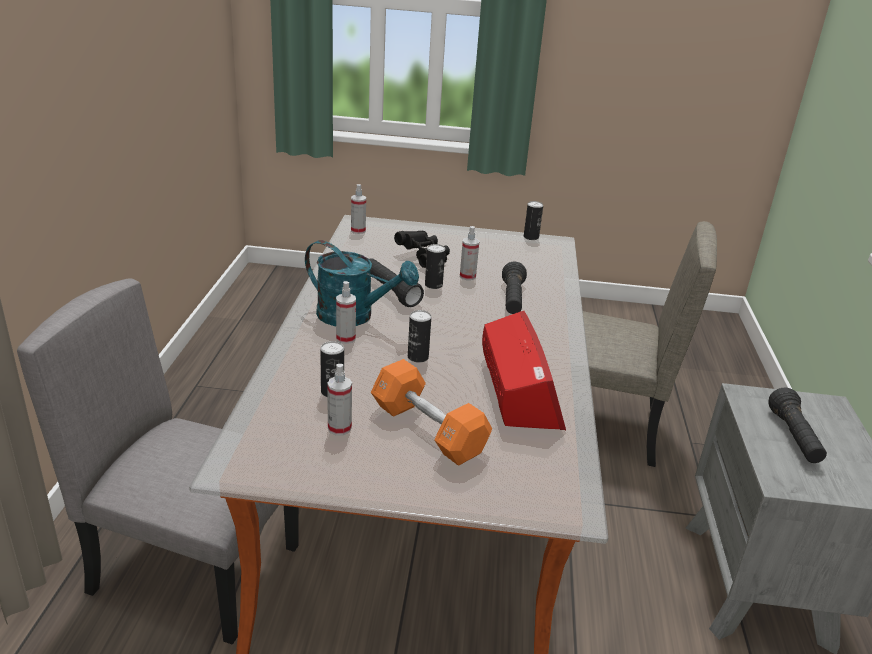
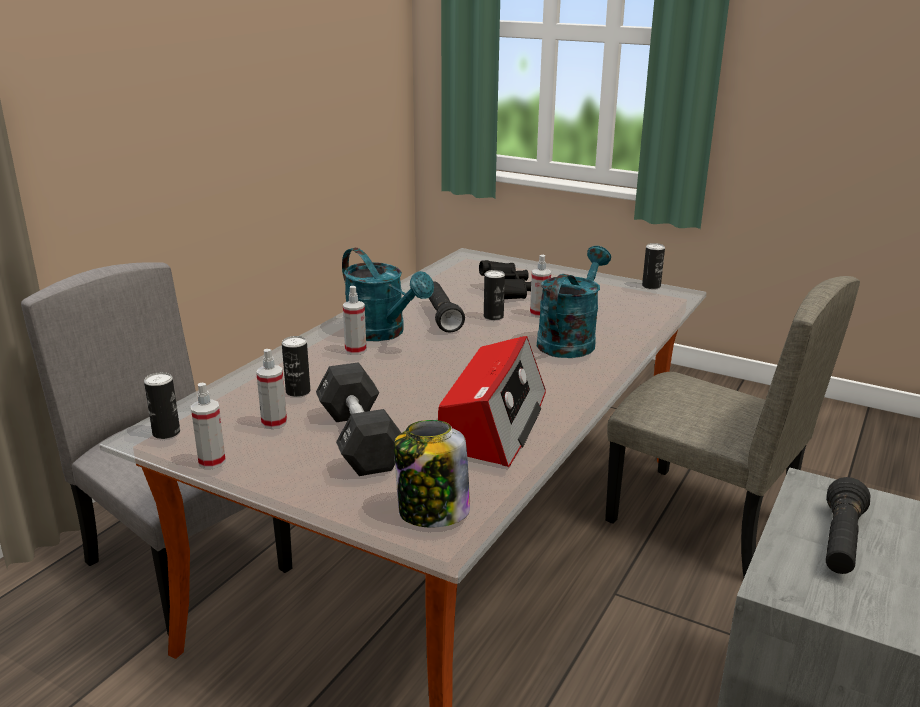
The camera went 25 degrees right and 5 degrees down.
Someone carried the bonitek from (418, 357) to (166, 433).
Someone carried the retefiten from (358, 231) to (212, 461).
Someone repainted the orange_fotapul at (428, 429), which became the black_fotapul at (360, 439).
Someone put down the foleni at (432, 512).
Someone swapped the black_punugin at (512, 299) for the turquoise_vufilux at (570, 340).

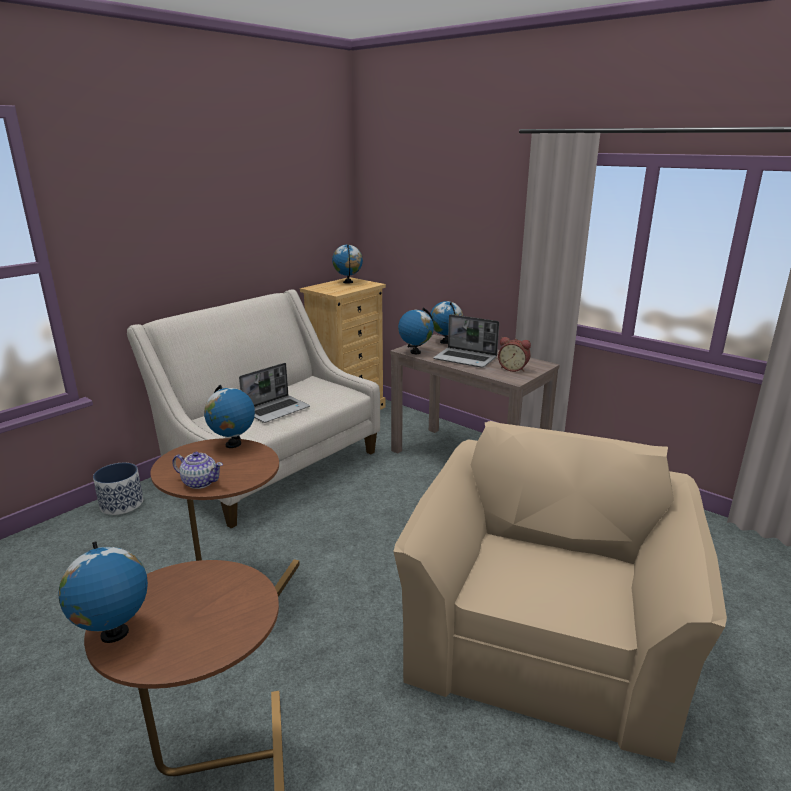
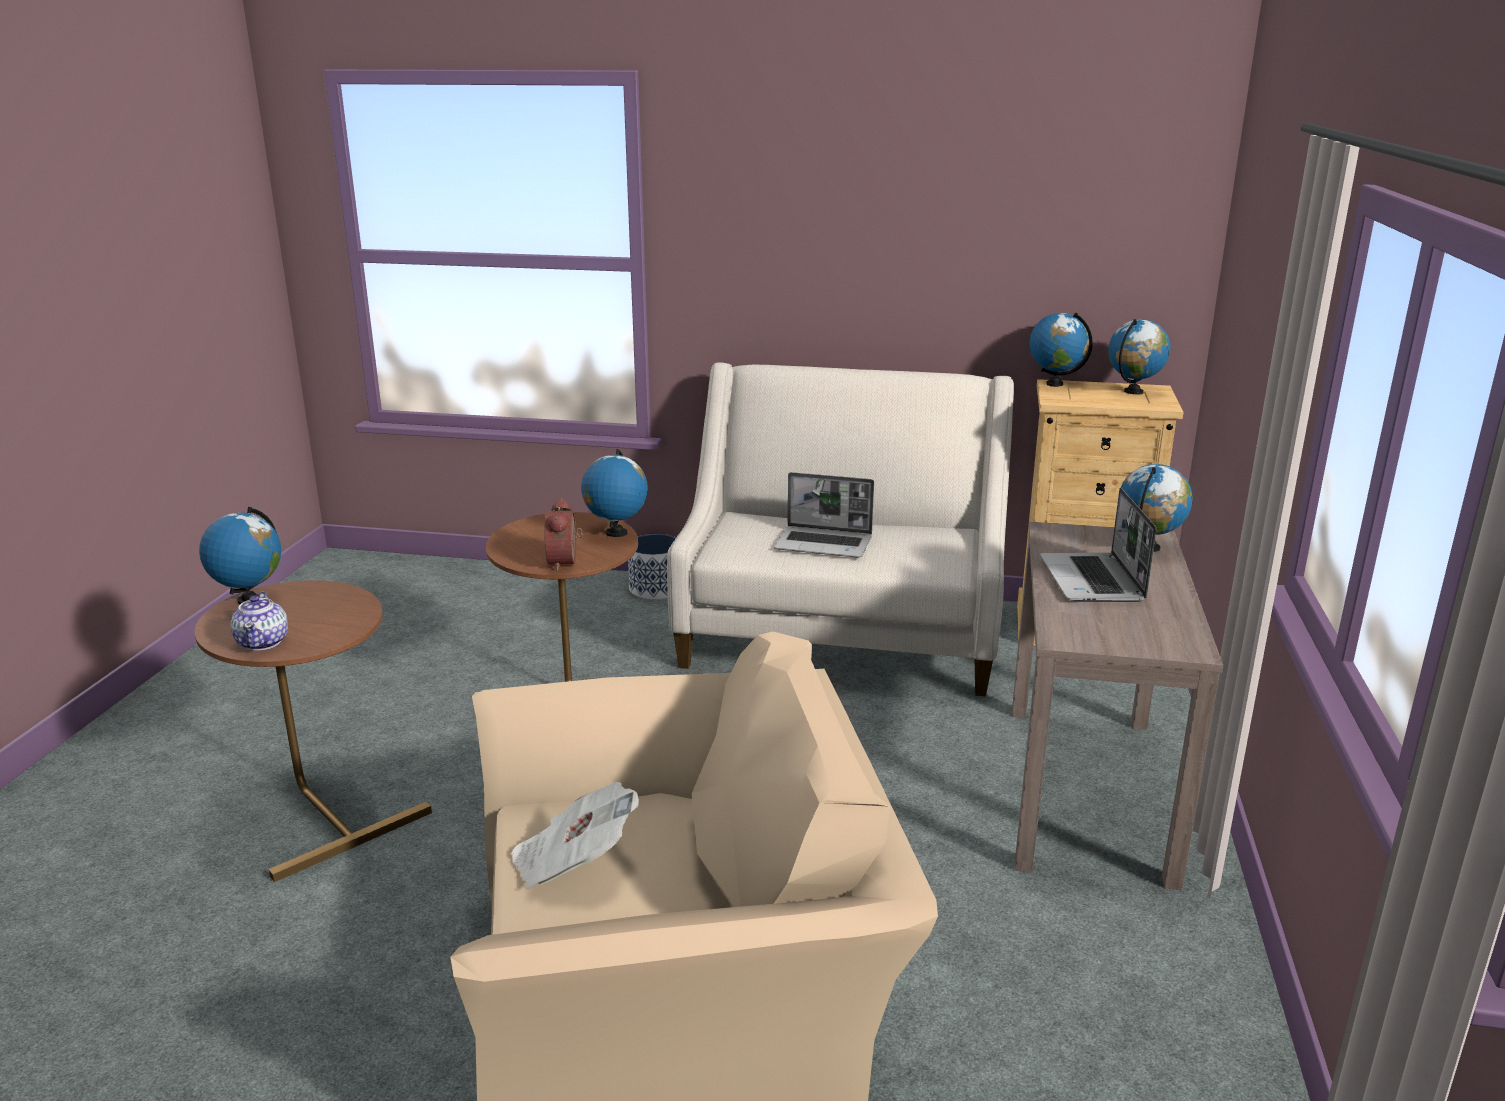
The camera went 60 degrees right and 0 degrees up.
Someone carried the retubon from (200, 482) to (263, 642).
Someone put down the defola at (573, 862).
Someone carried the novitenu from (513, 368) to (566, 562).
Someone carried the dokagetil from (415, 352) to (1054, 384).

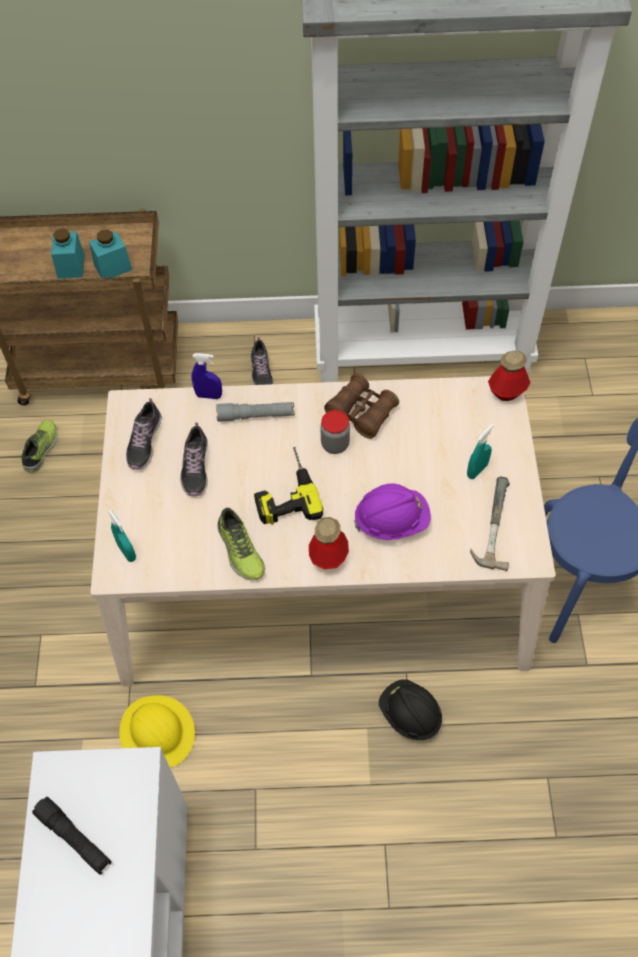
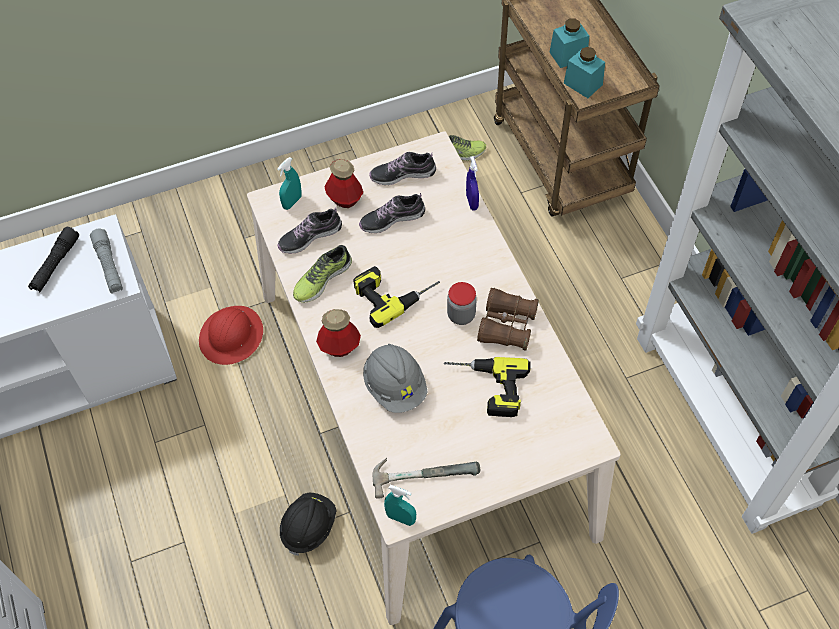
The camera went 70 degrees right and 0 degrees up.
Someone carried the grey_punugin from (256, 415) to (109, 266).
Someone repainted the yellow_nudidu at (157, 732), which became the red_nudidu at (232, 336).
Someone carried the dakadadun from (261, 372) to (310, 237).
Someone carried the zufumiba from (507, 391) to (344, 199).
Someone repainted the purple_nudidu at (392, 521), which became the grey_nudidu at (395, 386).
Someone carried the turquoise_retefiten from (477, 470) to (401, 518).
Someone put down the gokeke at (485, 388).

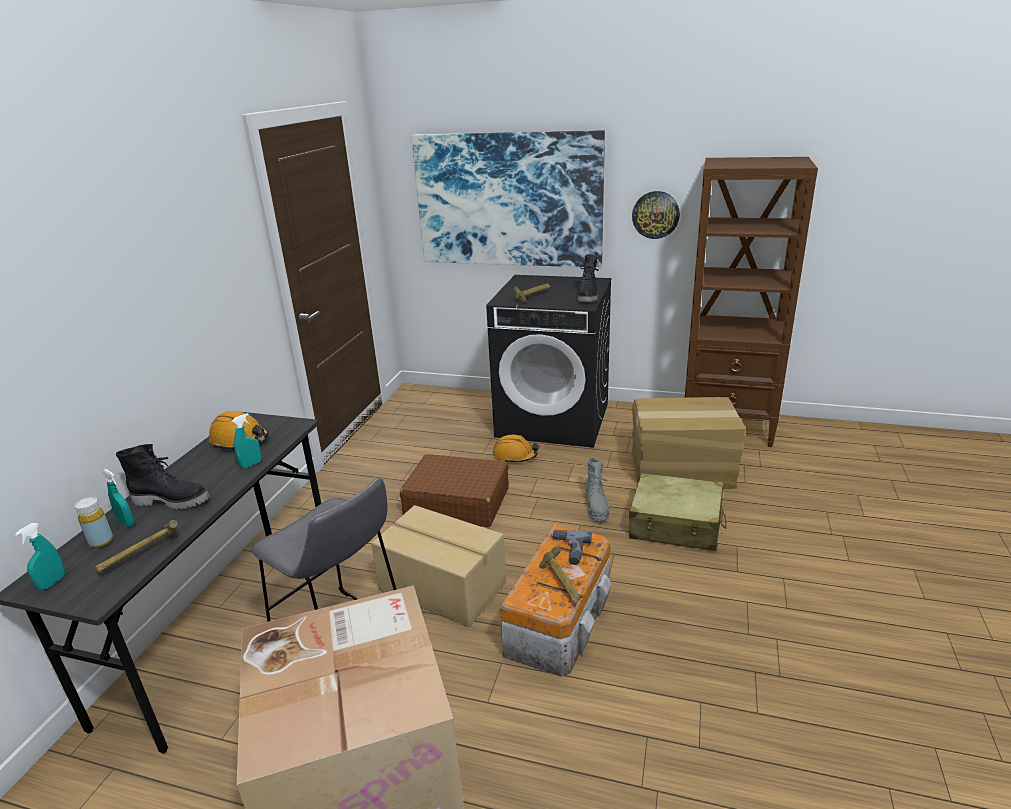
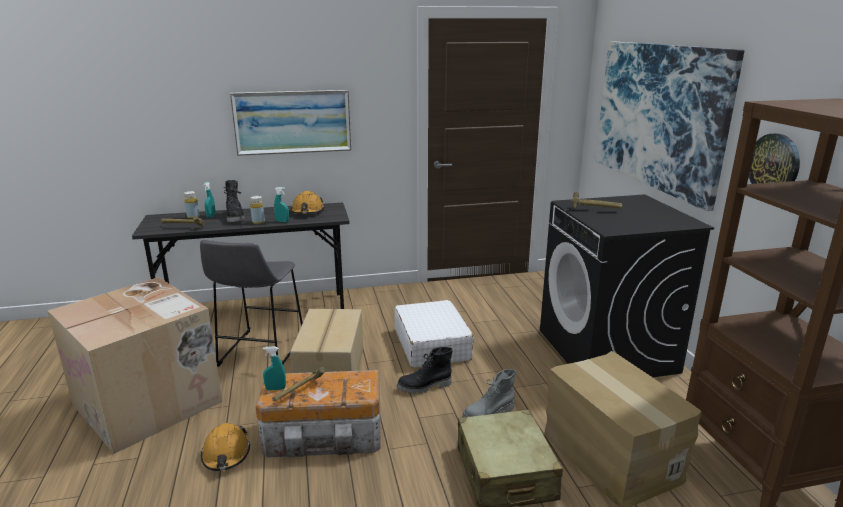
The camera went 60 degrees right and 5 degrees down.
Someone carried the orange_nudidu from (515, 455) to (226, 454).
Someone put up the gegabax at (292, 122).
Someone put down the yellow_zufumiba at (258, 222).
Someone carried the turquoise_retefiten from (52, 583) to (275, 389).
Someone repainted the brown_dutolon at (457, 502), which became the white_dutolon at (432, 344).
Someone carried the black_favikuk from (588, 297) to (424, 387).
Someone took away the gokeke at (568, 550).

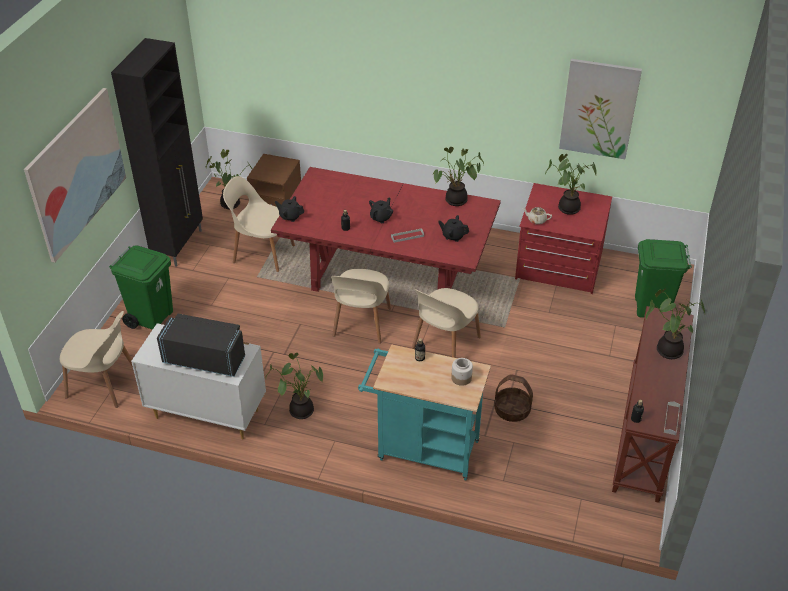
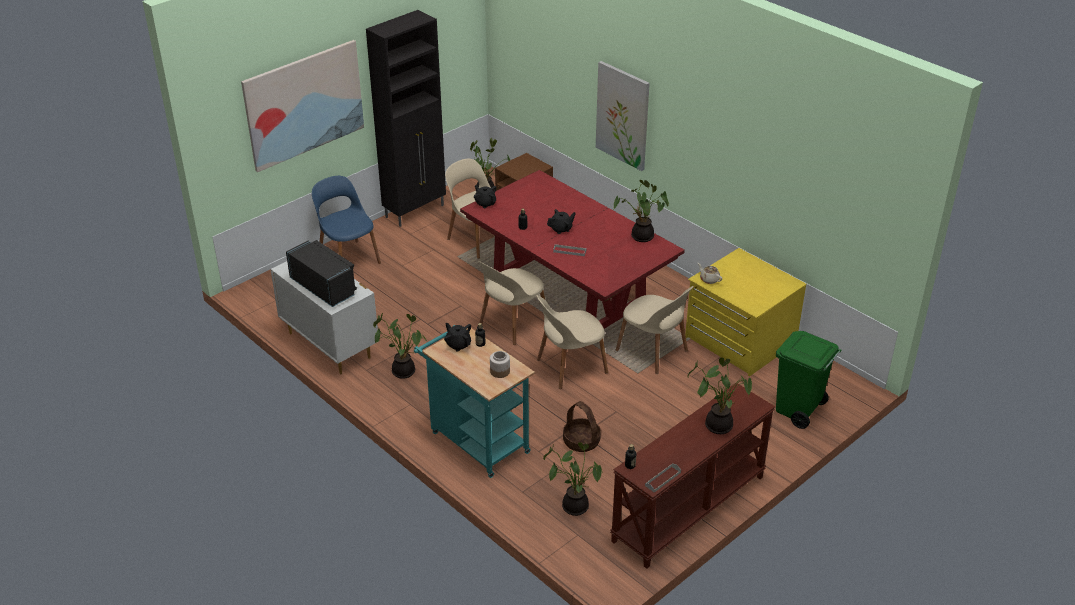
The camera went 30 degrees right and 5 degrees down.
Someone swapped the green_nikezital at (151, 317) for the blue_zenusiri at (348, 258).
Someone carried the black_retubon from (453, 236) to (458, 344).
Someone carried the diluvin from (567, 207) to (575, 505).
Someone carried the gegabax from (599, 109) to (622, 115).
Someone carried the beige_zenusiri from (104, 385) to (653, 352).
Someone repainted the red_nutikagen at (559, 265), which became the yellow_nutikagen at (739, 341).

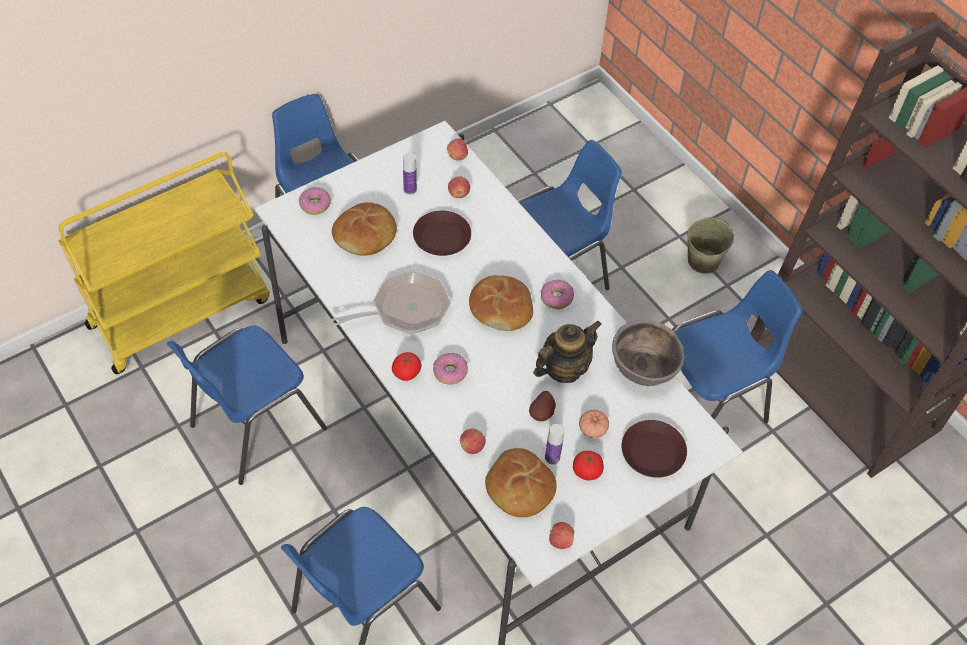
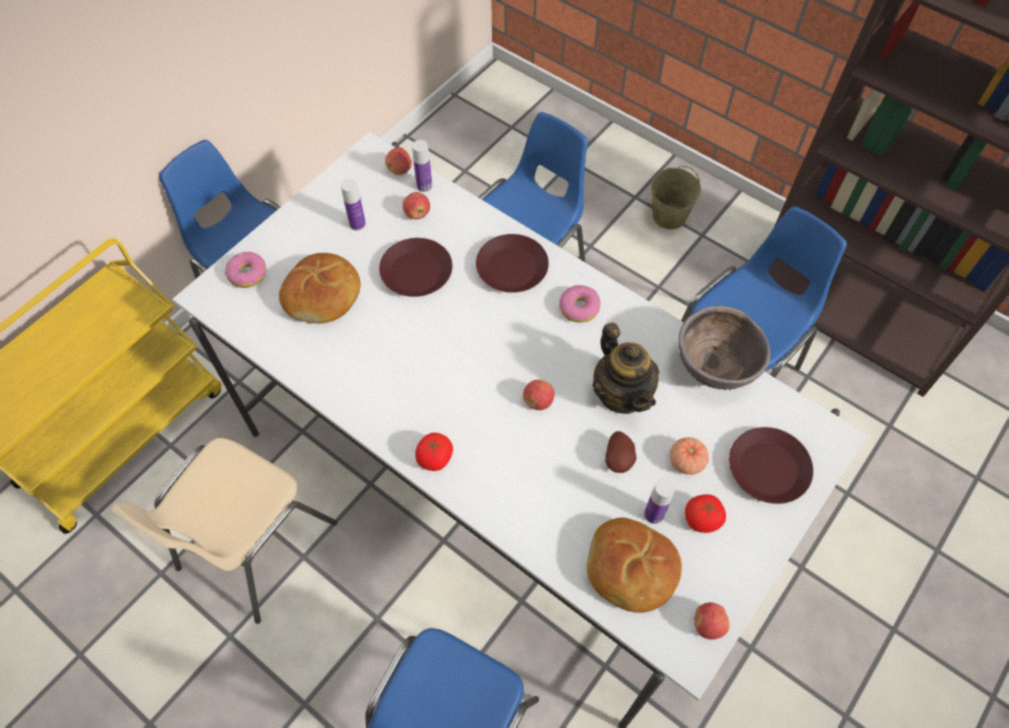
The camera went 15 degrees left and 5 degrees up.
Someone repainted the blue_zenusiri at (254, 428), which became the beige_zenusiri at (253, 547).
Someone put down the zufumiba at (424, 186).
Someone put down the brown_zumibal at (512, 268).
Someone carried the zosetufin from (472, 447) to (538, 401).
Someone rotated the retubon at (563, 368) by 120 degrees clockwise.
Someone took away the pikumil at (404, 310).
Someone took away the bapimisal at (450, 372).
Someone took away the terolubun at (501, 308).

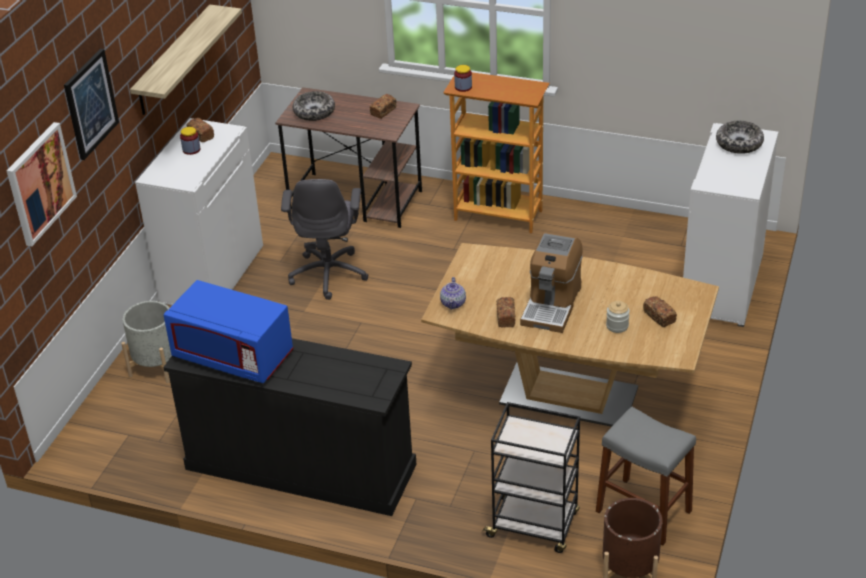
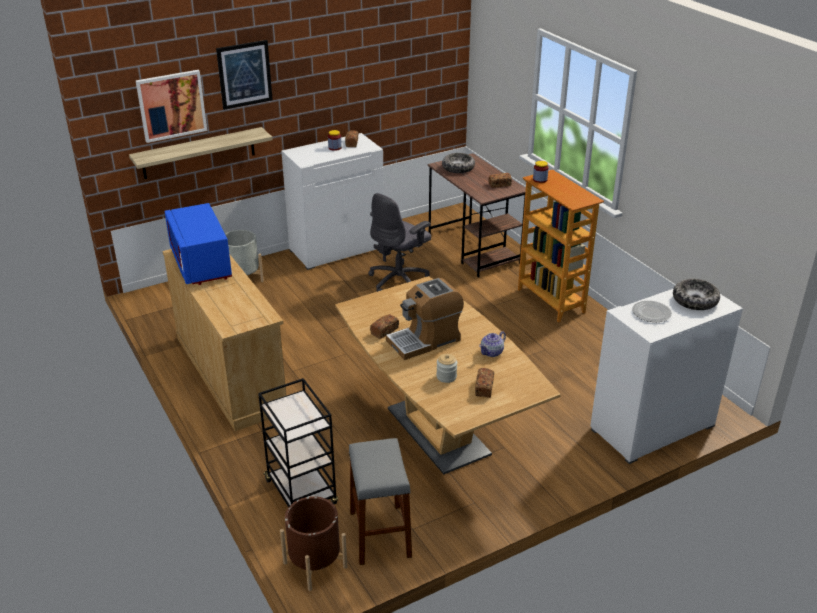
The camera went 40 degrees right and 5 degrees down.
Someone carried the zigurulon from (174, 61) to (198, 153).
Someone repainted the black_nutikagen at (299, 467), which became the beige_nutikagen at (230, 372).
Someone carried the retubon from (453, 303) to (492, 352).
Someone put down the zumibal at (651, 313).

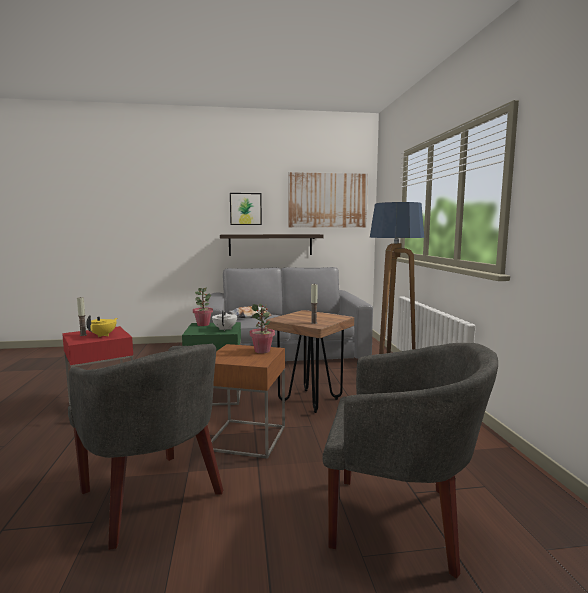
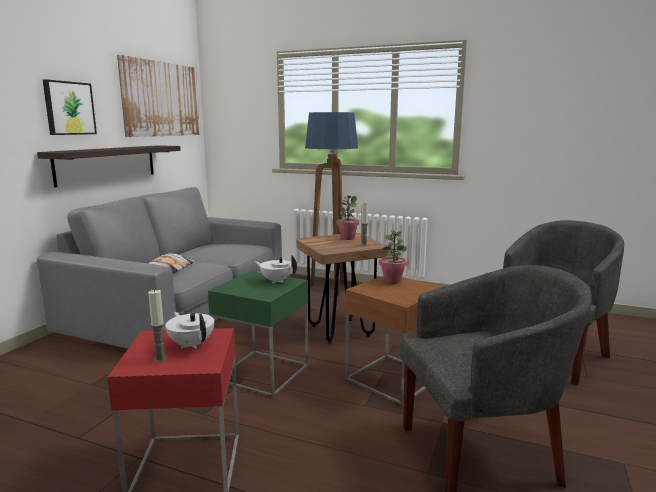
The camera went 60 degrees left and 5 degrees up.
Someone repainted the yellow_retubon at (103, 335), which became the white_retubon at (191, 344).
Someone carried the diluvin from (203, 324) to (347, 238).

